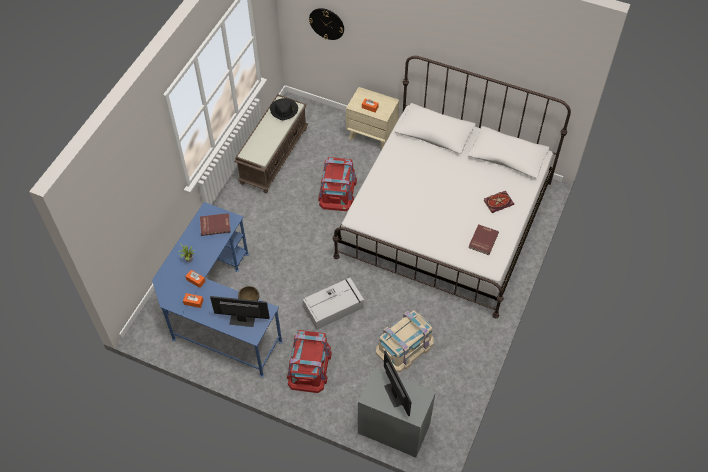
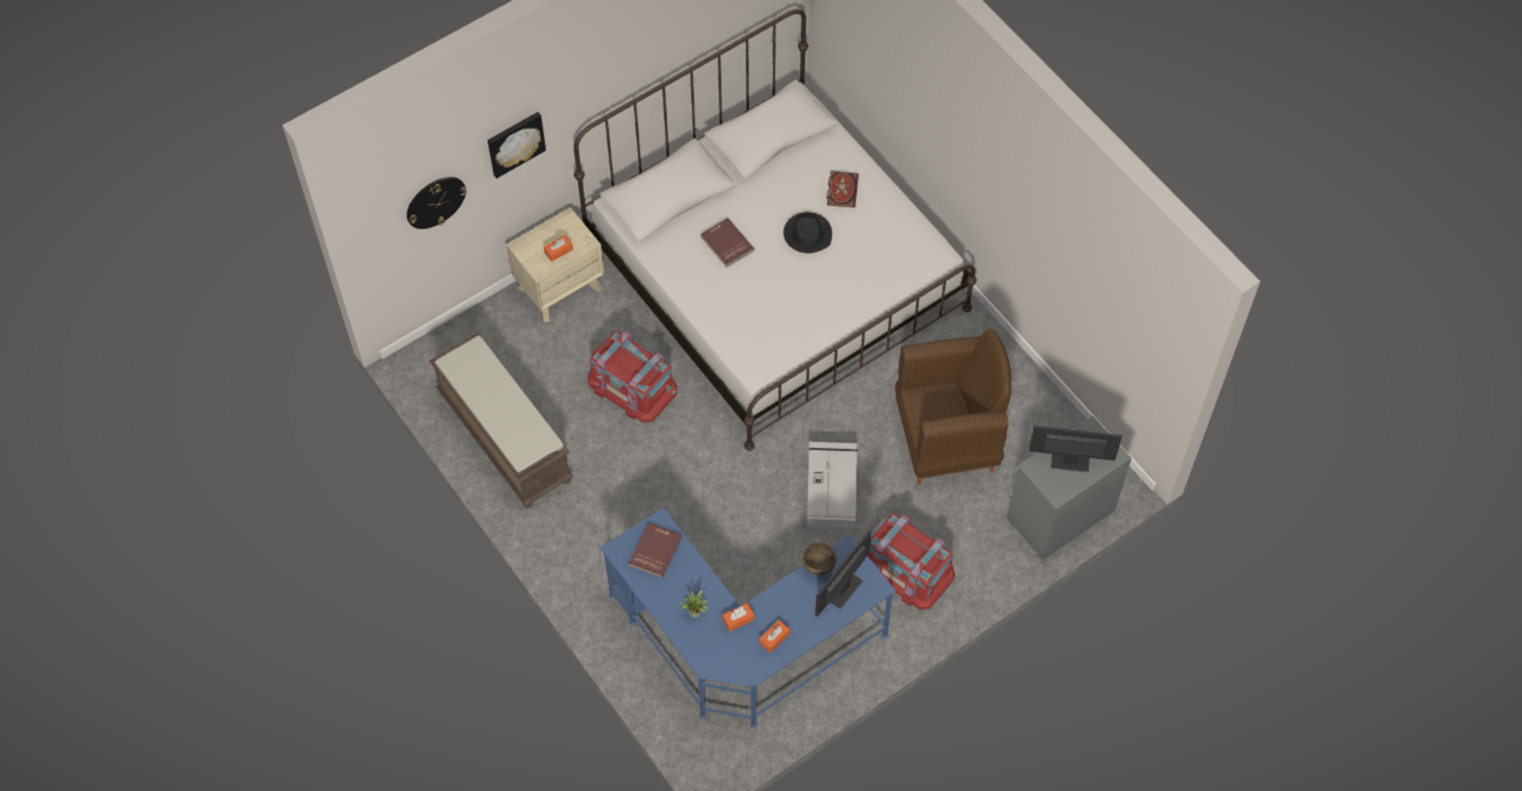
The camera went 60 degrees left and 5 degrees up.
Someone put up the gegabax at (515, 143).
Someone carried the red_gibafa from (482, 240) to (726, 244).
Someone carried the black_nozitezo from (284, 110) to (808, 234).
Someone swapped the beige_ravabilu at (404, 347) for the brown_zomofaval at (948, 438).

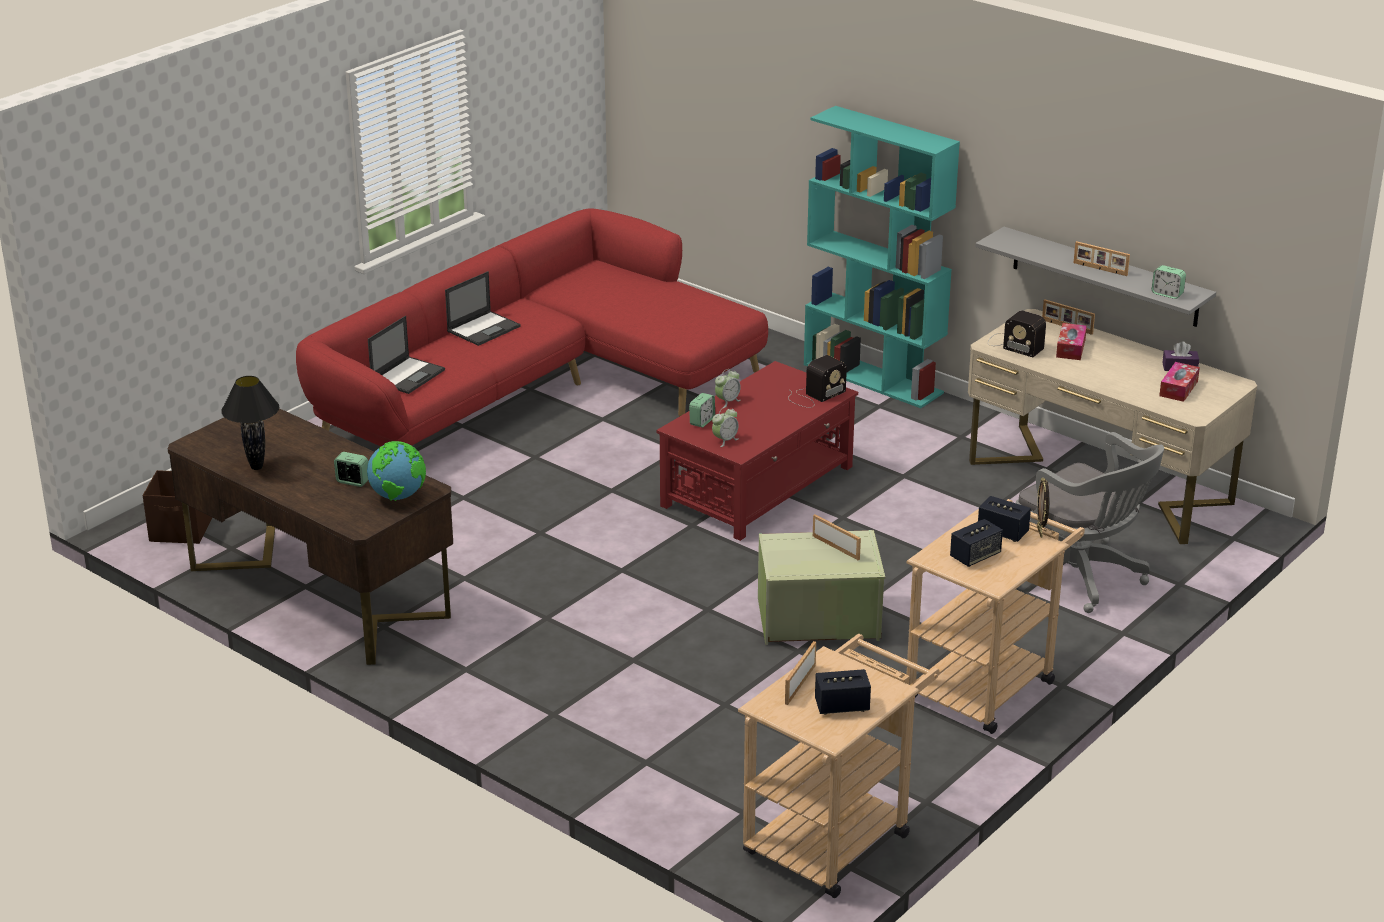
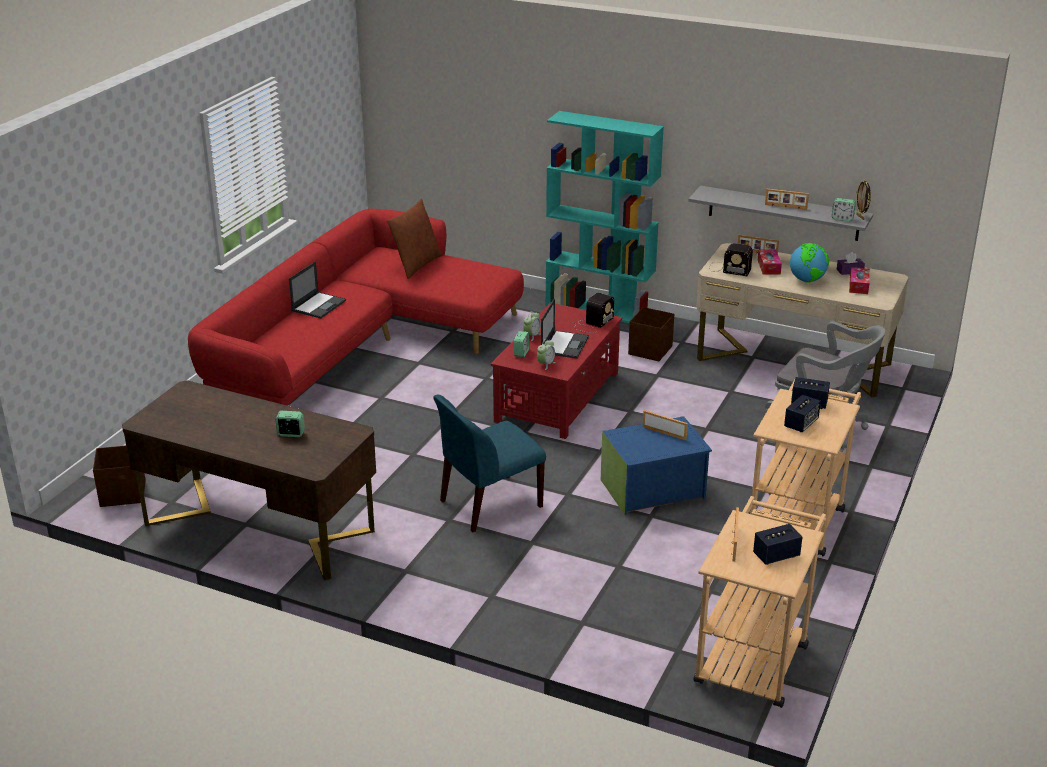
The camera went 15 degrees left and 0 degrees up.
Someone put down the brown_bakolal at (416, 265).
Someone put down the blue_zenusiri at (488, 504).
Someone carried the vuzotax from (408, 375) to (564, 344).
Someone repainted the green_ravabilu at (819, 620), which became the blue_ravabilu at (654, 490).
Someone put down the brown_ravabilu at (649, 350).
Someone carried the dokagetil from (398, 497) to (807, 280).
Someone carried the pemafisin from (1040, 532) to (860, 217).
Someone took away the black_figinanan at (257, 467).

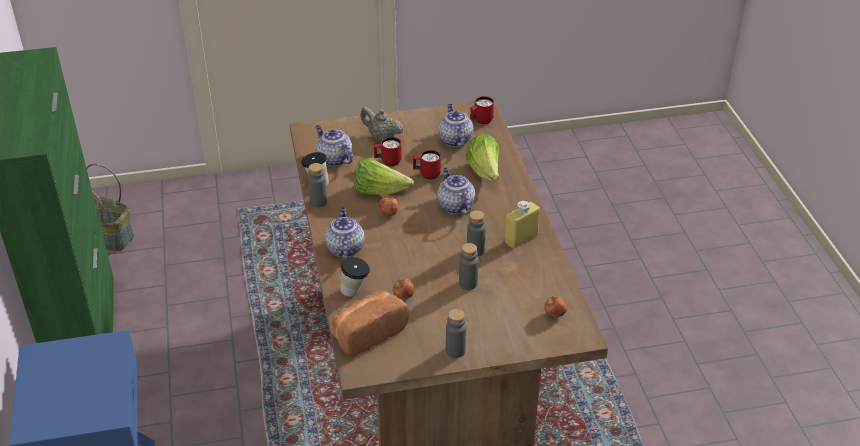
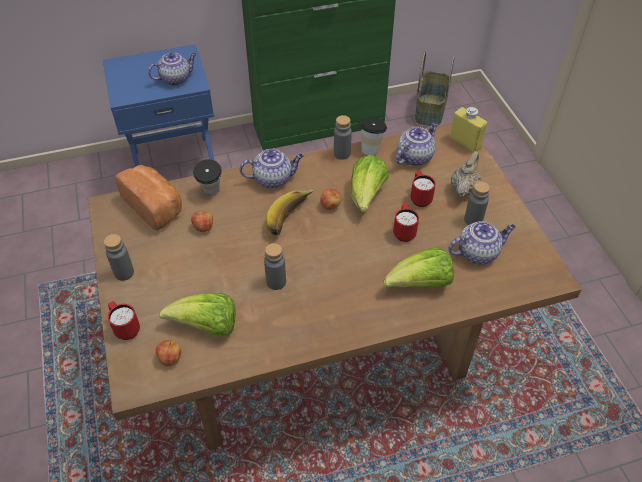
The camera went 85 degrees right and 10 degrees up.
Someone carried the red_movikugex from (481, 121) to (125, 328).
Someone carried the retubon from (455, 205) to (176, 78).
Someone put down the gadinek at (207, 326).
Someone put down the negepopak at (291, 219).
Someone carried the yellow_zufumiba from (521, 238) to (465, 143).
Someone carried the grey_zufumiba from (468, 283) to (473, 220).

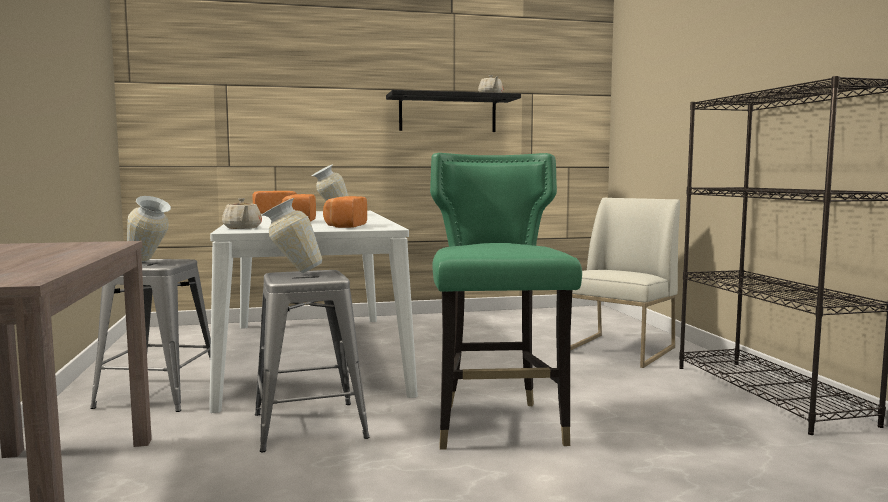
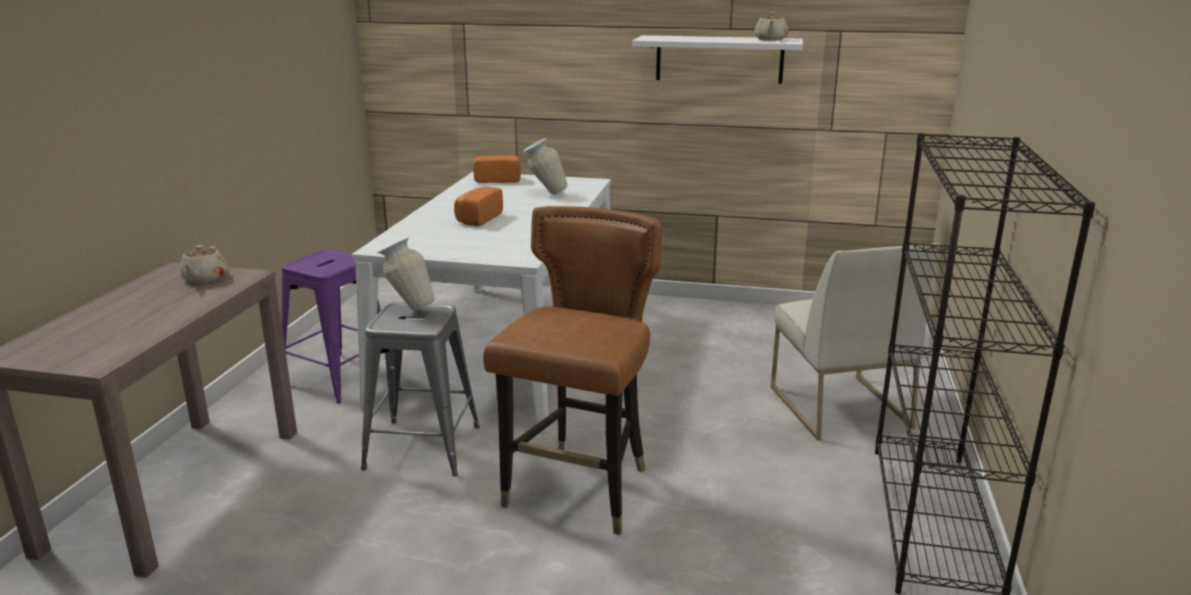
The camera went 25 degrees right and 15 degrees up.
Someone carried the beige_retubon from (242, 228) to (204, 278).
Someone repainted the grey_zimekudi at (159, 394), which became the purple_zimekudi at (339, 377).
Someone repainted the green_zenusiri at (498, 427), which became the brown_zenusiri at (580, 492).
Someone repainted the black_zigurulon at (447, 114), which became the white_zigurulon at (719, 59).
Someone rotated the white_zenusiri at (619, 350) by 105 degrees clockwise.
Someone took away the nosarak at (149, 262).
Someone took away the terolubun at (344, 226).

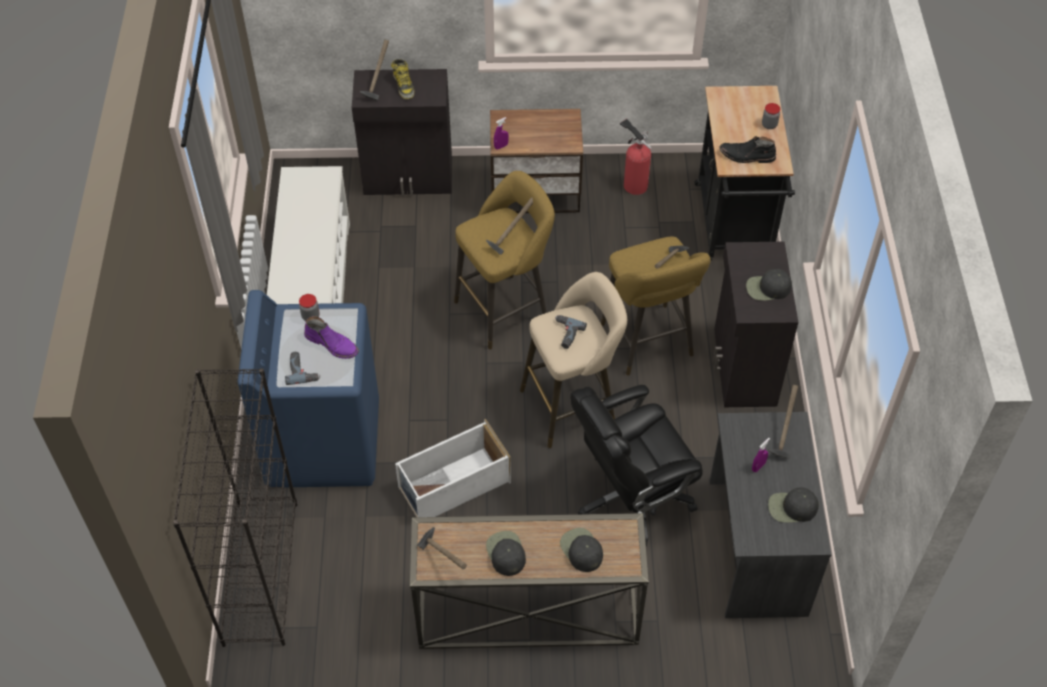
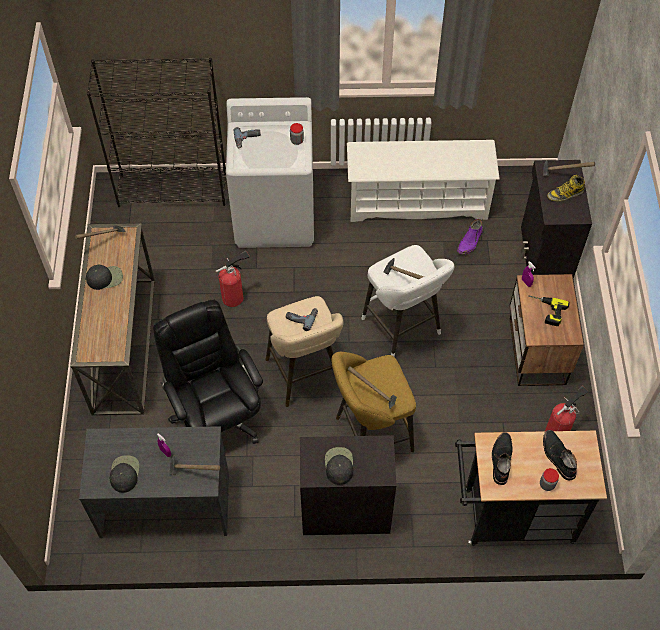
The camera went 90 degrees right and 5 degrees up.
Someone swapped the white_ravabilu at (453, 485) for the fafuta at (235, 297).
Someone repainted the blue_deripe at (323, 442), which became the white_deripe at (275, 216).
Someone repainted the yellow_zimekudi at (506, 309), which became the white_zimekudi at (403, 329).
Someone carried the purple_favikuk from (332, 344) to (470, 242).
Someone put down the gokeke at (545, 311).
Someone put down the black_favikuk at (557, 457).
Someone took away the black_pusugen at (581, 550).

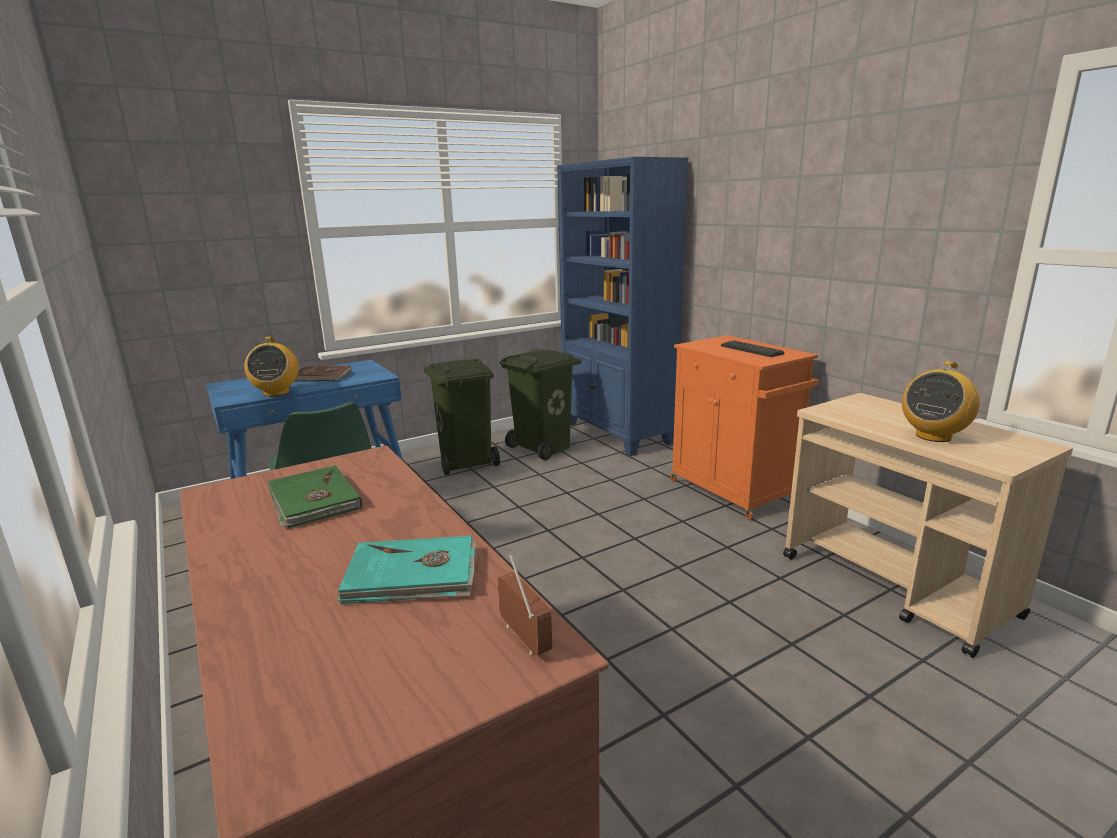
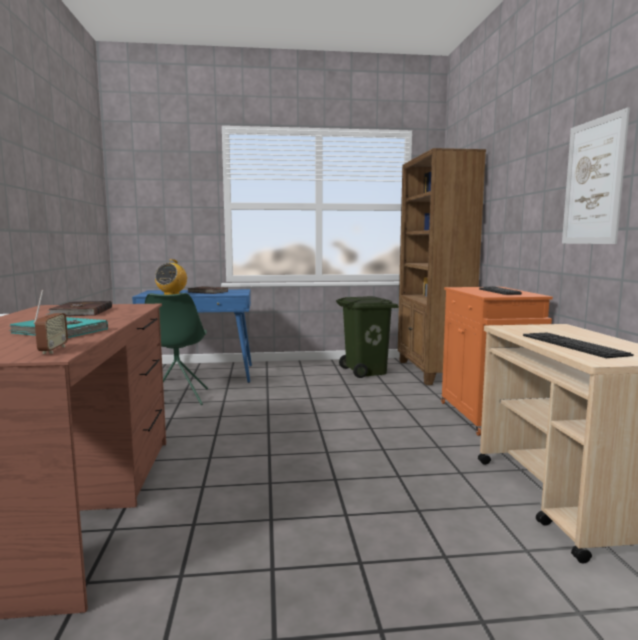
The camera went 25 degrees right and 10 degrees down.
Someone repainted the green_gibafa at (313, 500), which became the brown_gibafa at (81, 312).
Someone repainted the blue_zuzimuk at (617, 433), which became the brown_zuzimuk at (432, 372).
Someone swapped the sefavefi at (933, 436) for the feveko at (573, 345).
Someone put up the gegabax at (593, 182).
Someone took away the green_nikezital at (467, 462).

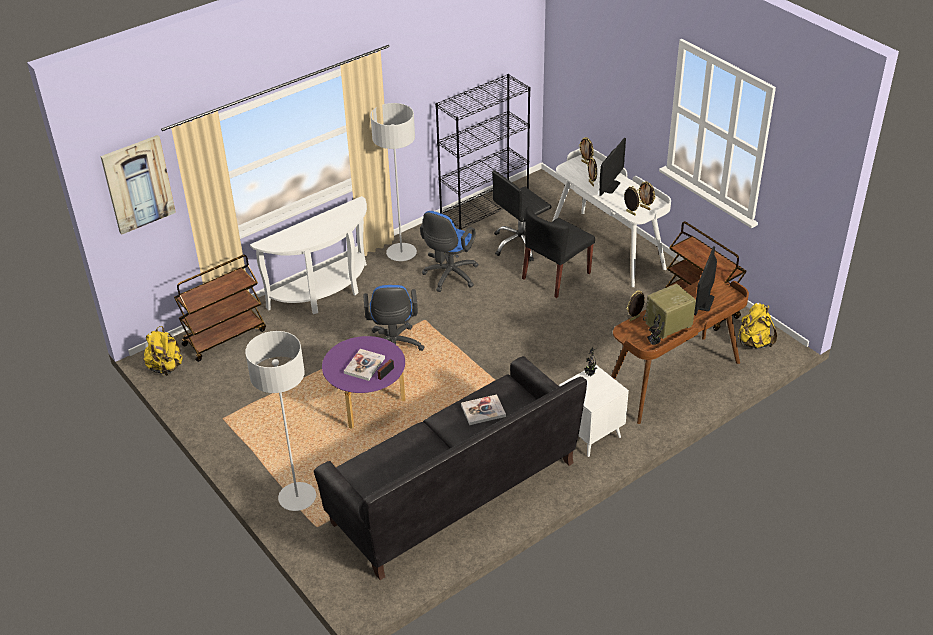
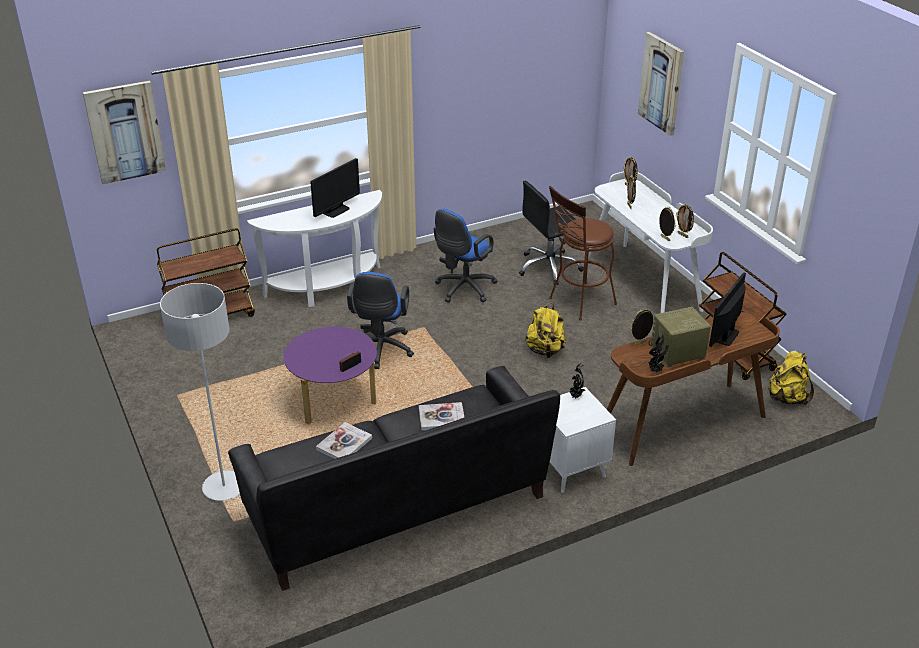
The camera went 10 degrees right and 5 degrees down.
Someone carried the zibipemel from (609, 186) to (336, 210).
Someone carried the gibafa from (364, 365) to (344, 444).
Someone carried the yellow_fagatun from (166, 368) to (545, 350).
Someone swapped the black_zenusiri at (556, 276) for the brown_zimekudi at (578, 303).
Someone put up the gegabax at (661, 83).
Someone took away the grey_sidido at (401, 253).
Someone took away the black_zuzimuk at (485, 209).

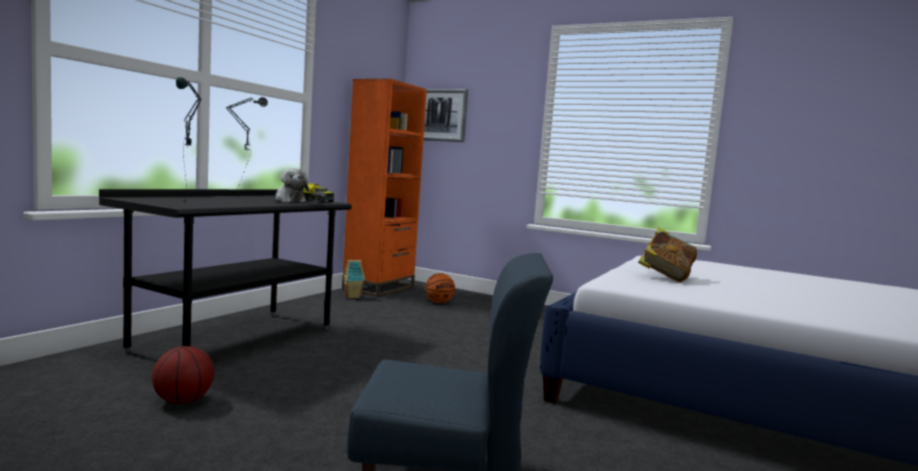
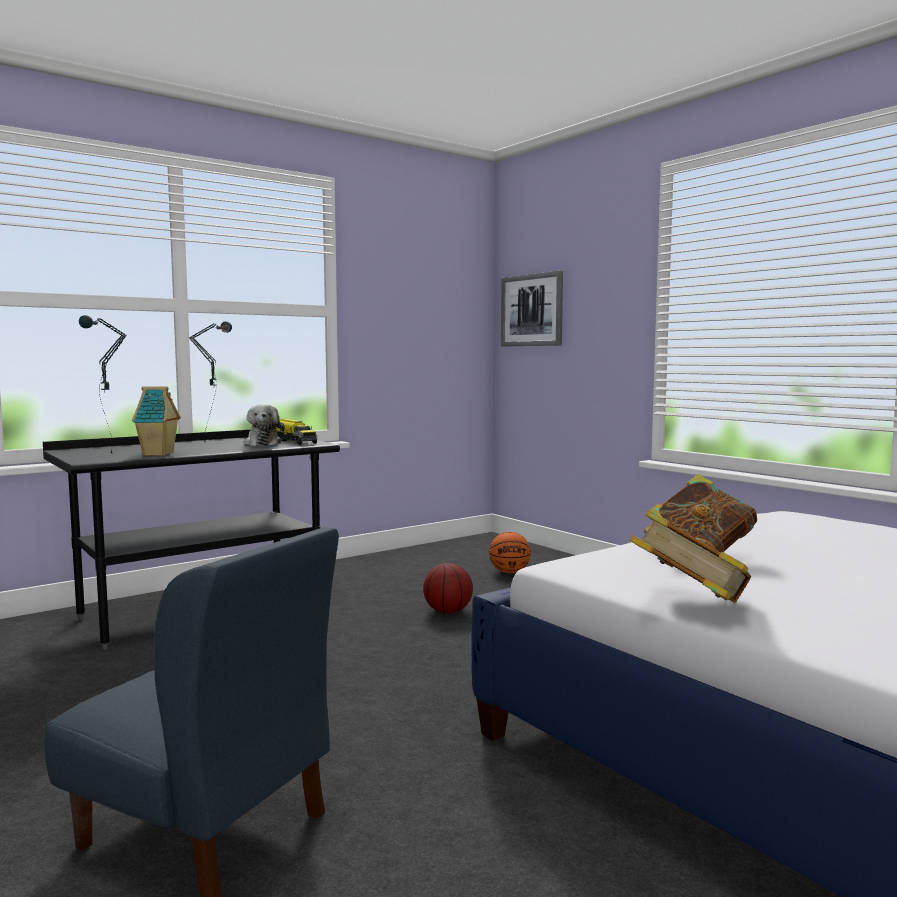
The camera went 25 degrees right and 0 degrees up.
Someone carried the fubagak from (353, 296) to (159, 454).
Someone carried the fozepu from (183, 401) to (448, 612).
Someone put down the gibafa at (689, 603).
Someone took away the orange_zuzimuk at (379, 288).

